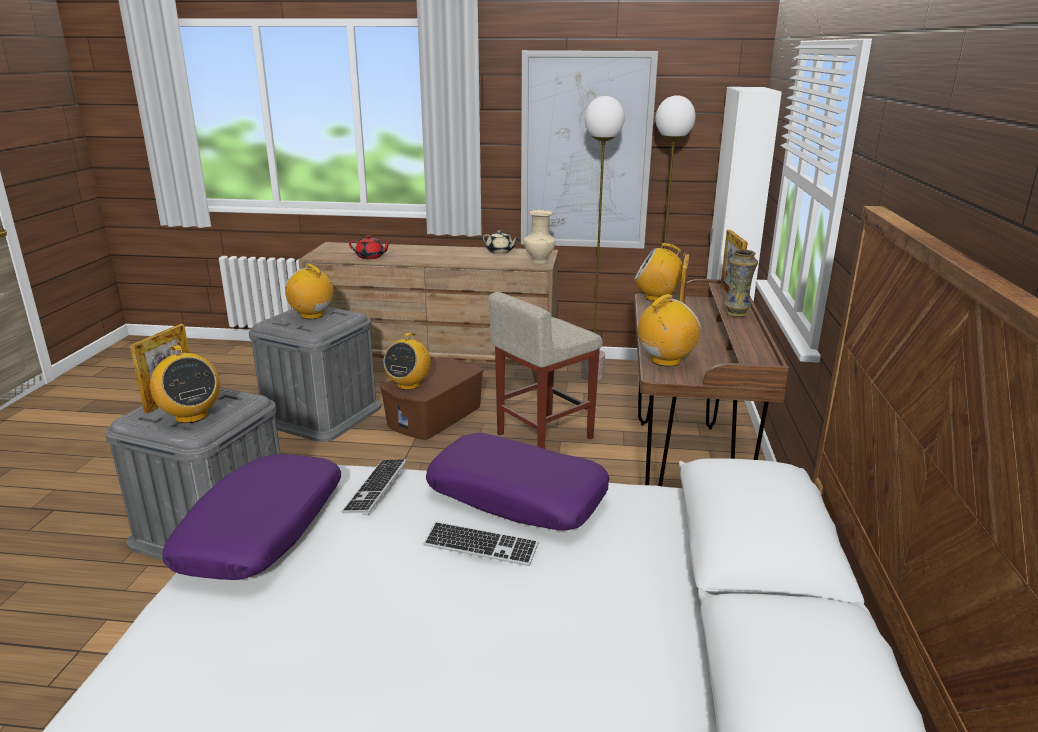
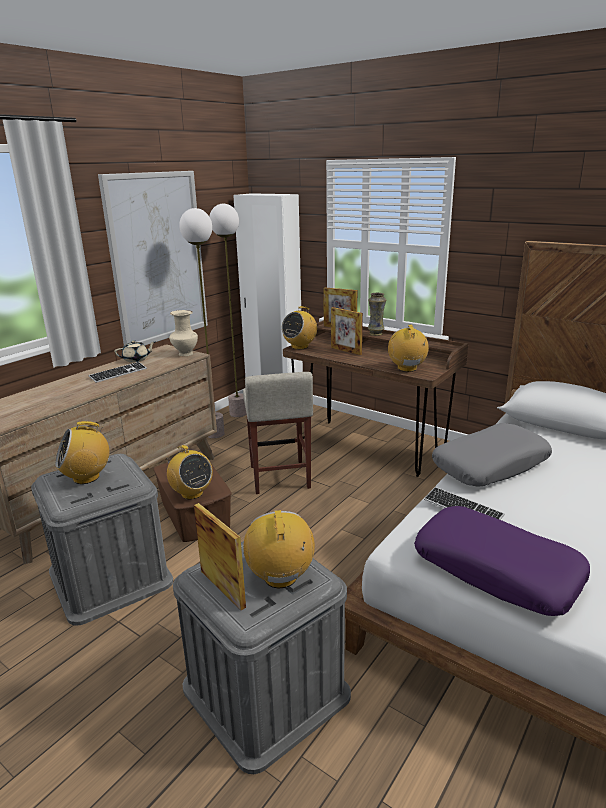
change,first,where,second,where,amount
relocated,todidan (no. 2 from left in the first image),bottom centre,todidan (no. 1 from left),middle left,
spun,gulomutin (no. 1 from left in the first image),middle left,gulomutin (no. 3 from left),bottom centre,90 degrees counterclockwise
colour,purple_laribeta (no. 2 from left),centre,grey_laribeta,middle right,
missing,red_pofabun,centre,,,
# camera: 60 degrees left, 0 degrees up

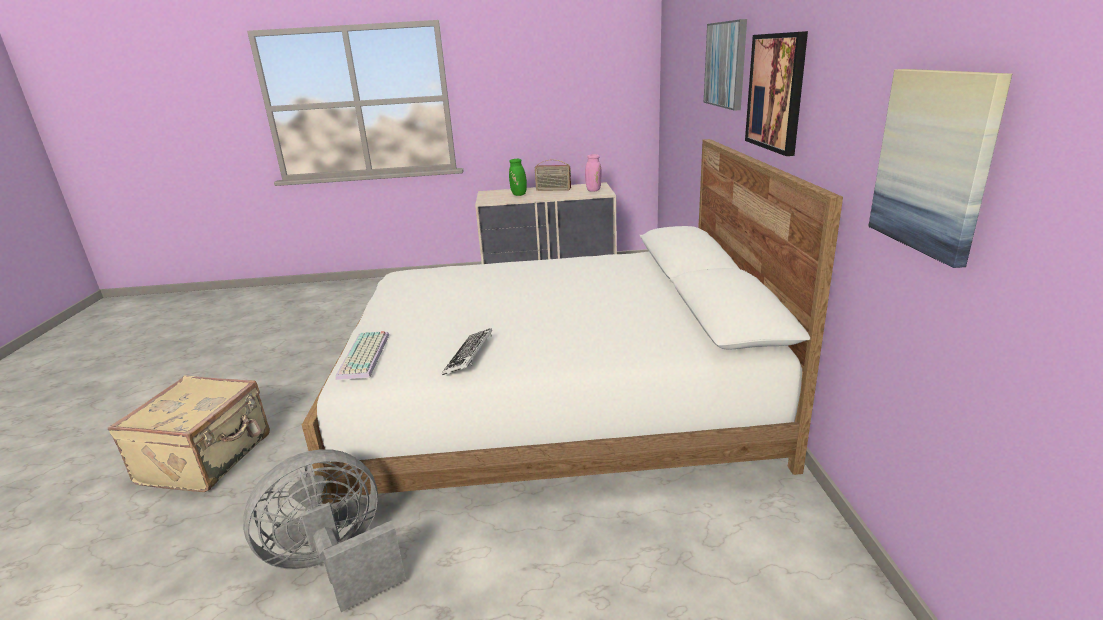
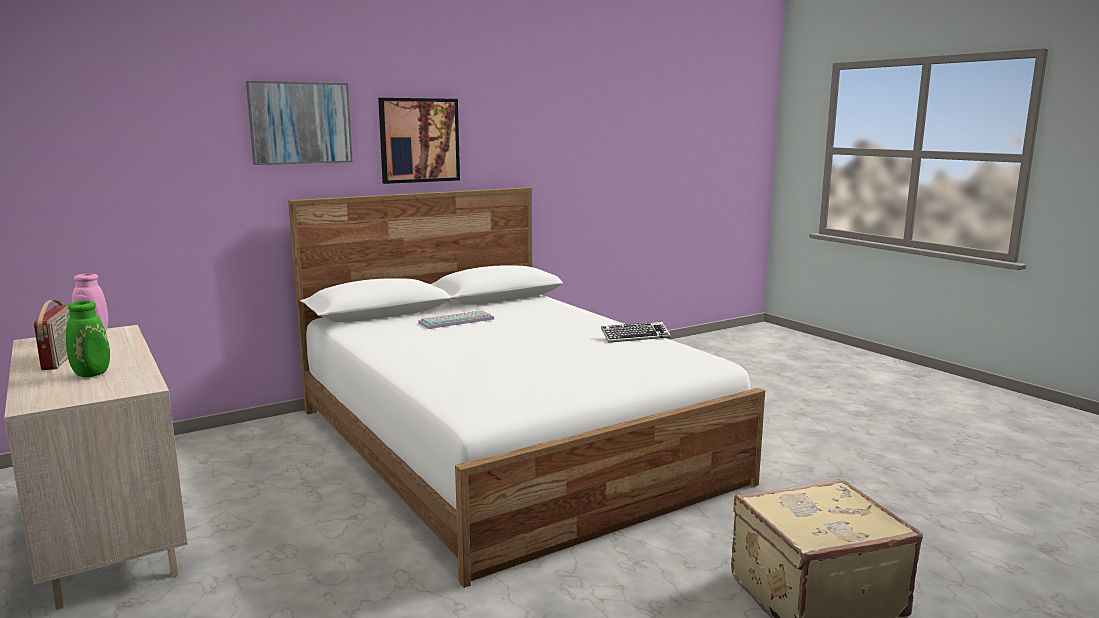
change,first,where,second,where,amount
relocated,todidan (no. 1 from left),middle left,,centre,
missing,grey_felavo,bottom left,,,
missing,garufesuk (no. 3 from left),top right,,,
# camera: 120 degrees left, 10 degrees down

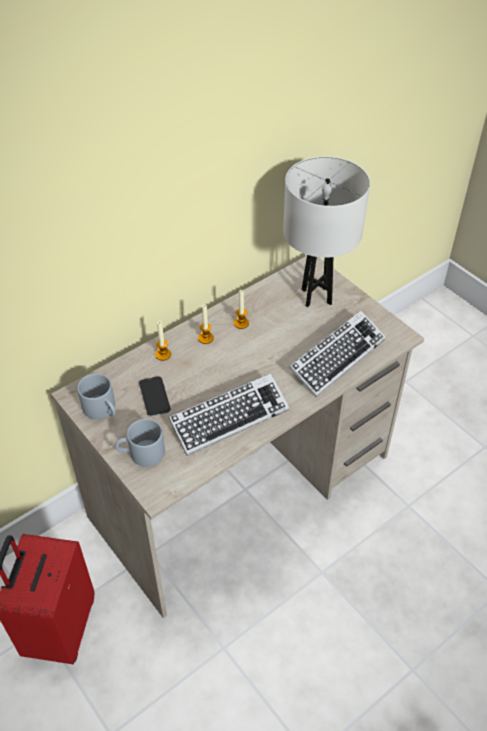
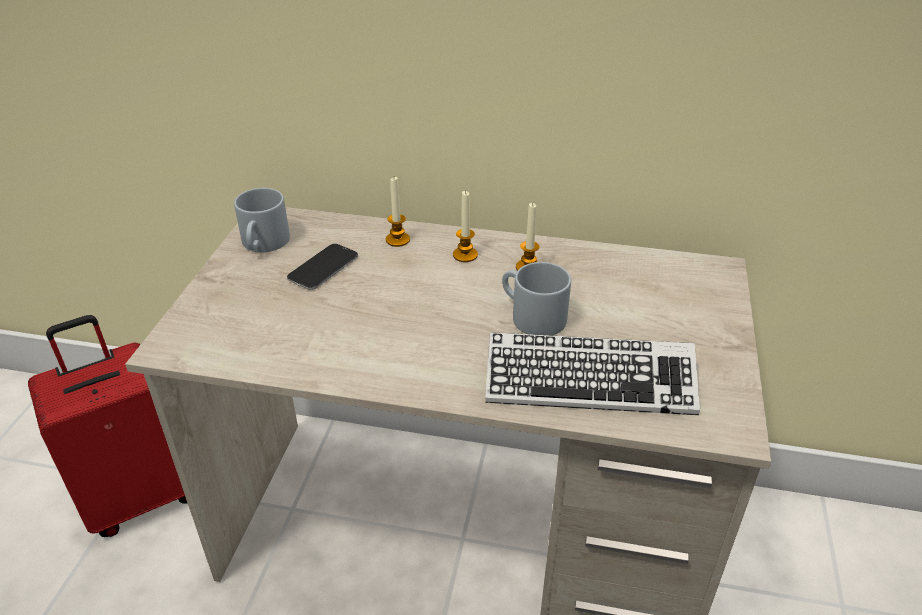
change,first,where,second,where,amount
relocated,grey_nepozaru (no. 2 from left),middle left,,centre,
missing,todidan (no. 1 from left),centre,,,
missing,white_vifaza,top right,,,
# camera: 50 degrees right, 10 degrees down

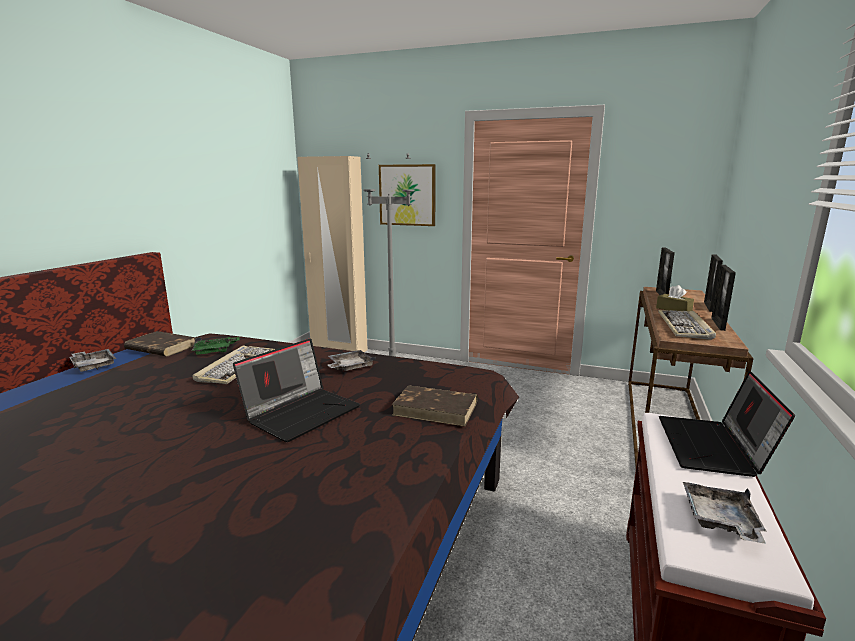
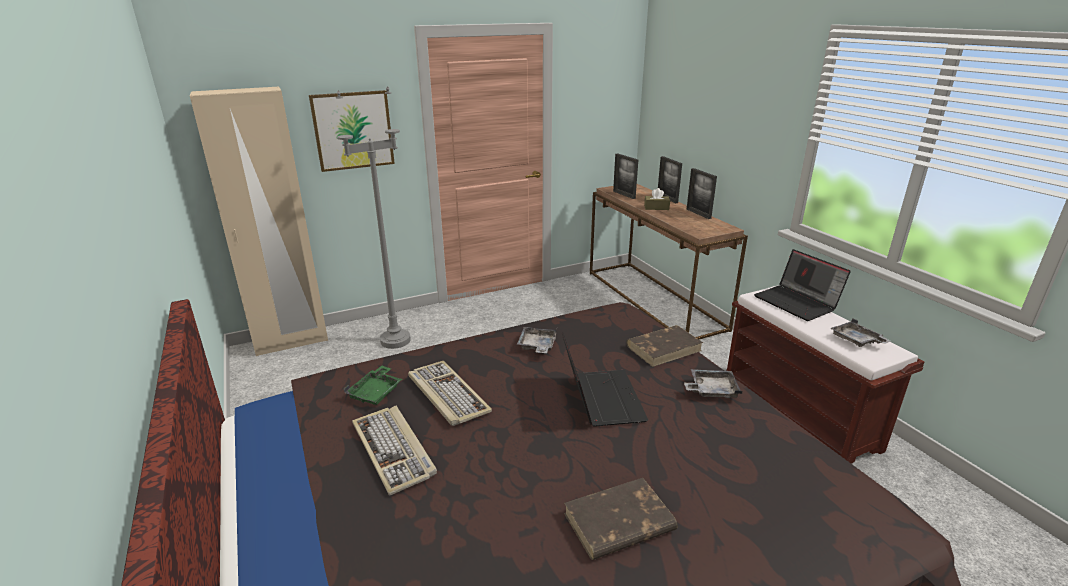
change,first,where,second,where,amount
relocated,todidan (no. 2 from left in the first image),middle right,todidan (no. 1 from left),bottom centre,
relocated,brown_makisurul (no. 1 from left),middle left,,bottom centre,
relocated,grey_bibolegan (no. 1 from left in the first image),middle left,grey_bibolegan (no. 2 from left),middle right,
# camera: 45 degrees left, 10 degrees up

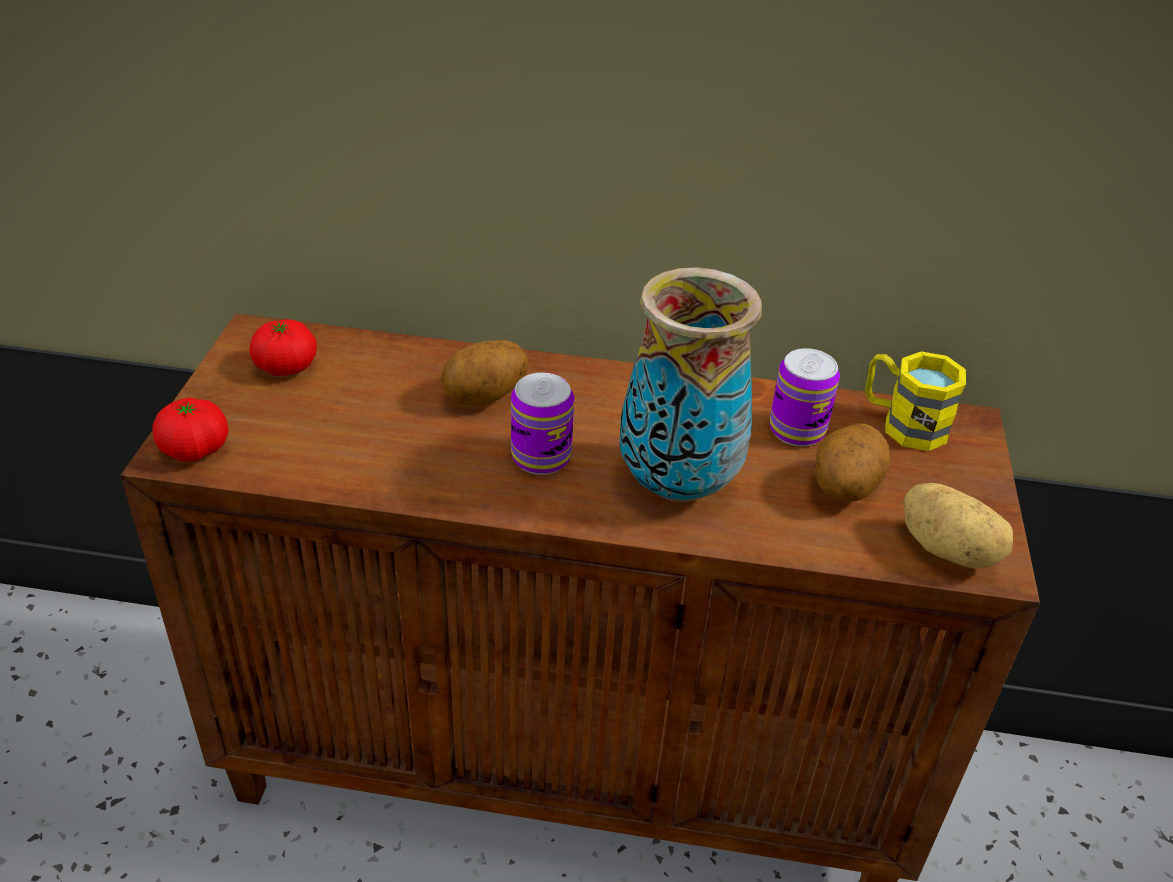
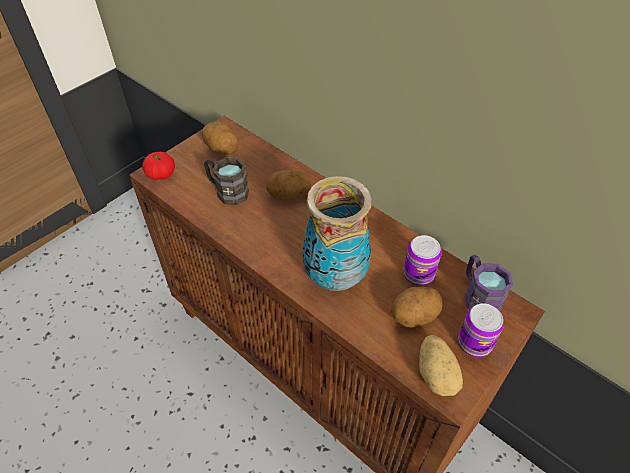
change,first,where,second,where,amount
exchanged,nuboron (no. 2 from left),middle left,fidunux (no. 1 from left),top centre,
appeared,,,brown_nepozaru,centre,
relocated,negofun (no. 1 from left in the first image),centre,negofun (no. 2 from left),bottom right,
colour,yellow_nepozaru,middle right,purple_nepozaru,middle right,
# camera: 35 degrees right, 10 degrees up

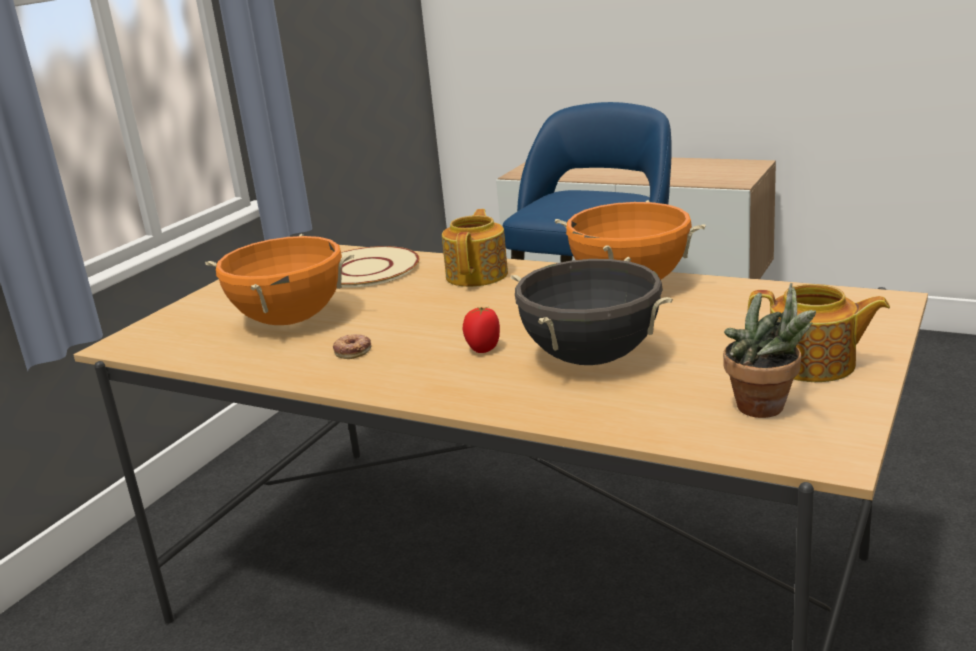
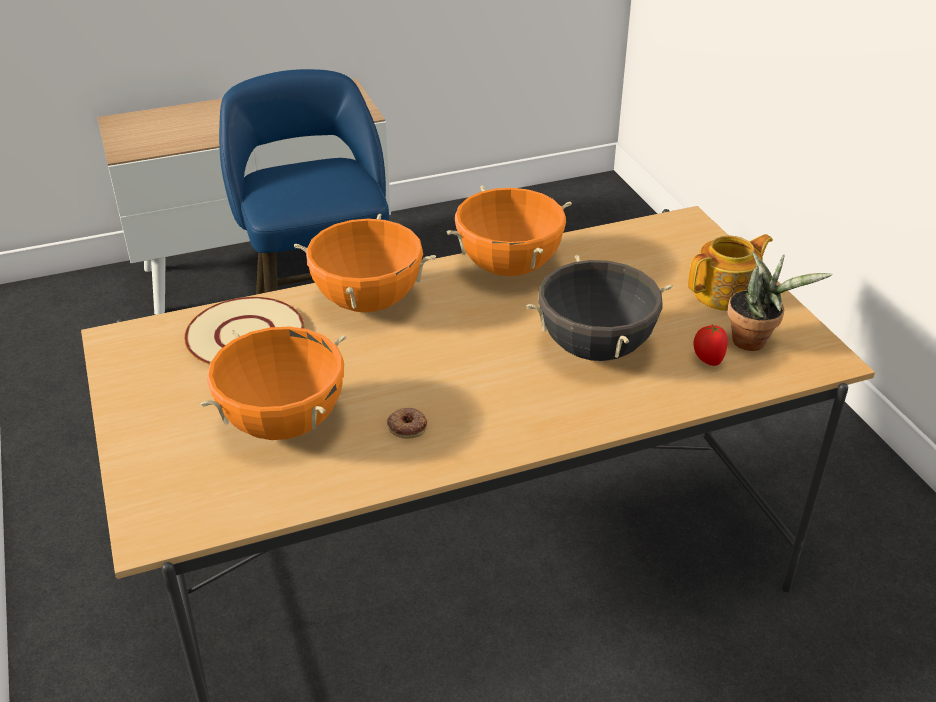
change,first,where,second,where,amount
exchanged,pofabun (no. 1 from left),centre,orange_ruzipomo (no. 2 from left),centre,
relocated,nuboron,centre,,middle right,
# camera: 50 degrees left, 15 degrees up

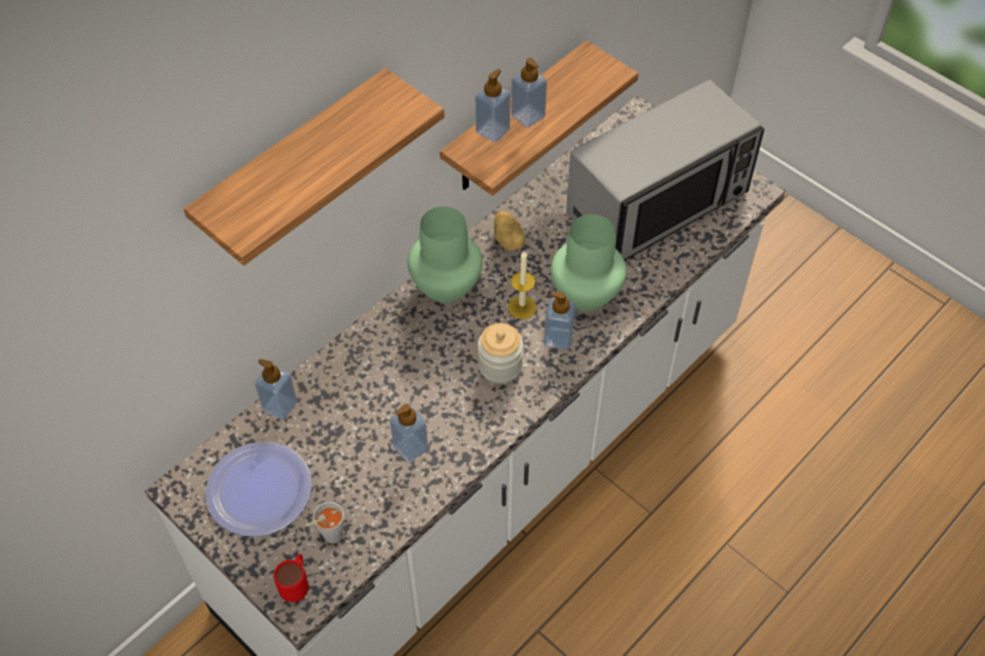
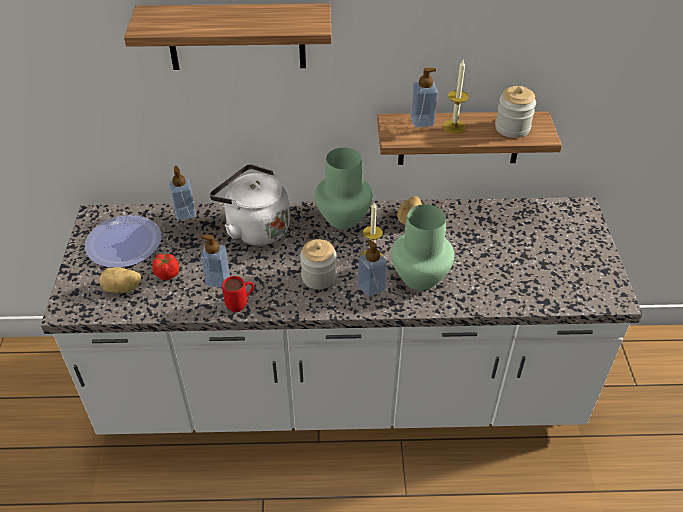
change,first,where,second,where,amount
exchanged,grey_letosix,bottom left,fidunux (no. 1 from left),middle left,
appeared,,,nuboron,middle left,
appeared,,,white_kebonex,centre,
relocated,red_nepozaru,bottom left,,centre,
exchanged,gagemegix (no. 4 from left),top centre,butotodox (no. 2 from left),top right,
appeared,,,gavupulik (no. 2 from left),top right,
missing,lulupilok,top right,,,
# camera: 45 degrees right, 10 degrees down

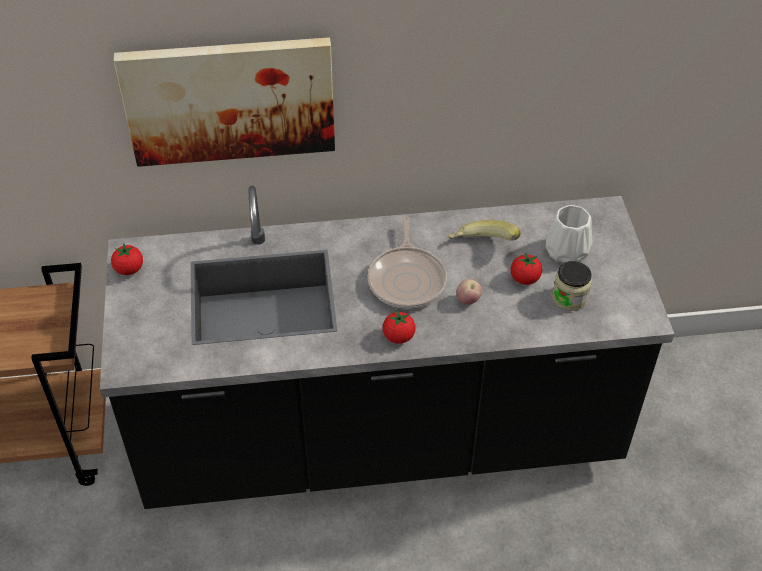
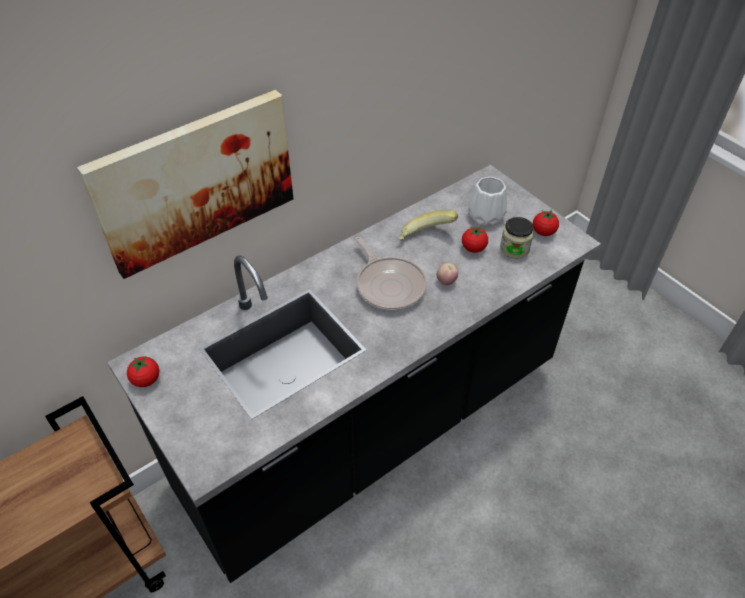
change,first,where,second,where,amount
relocated,nuboron (no. 2 from left in the first image),centre,nuboron (no. 3 from left),middle right,
# camera: 30 degrees left, 0 degrees up

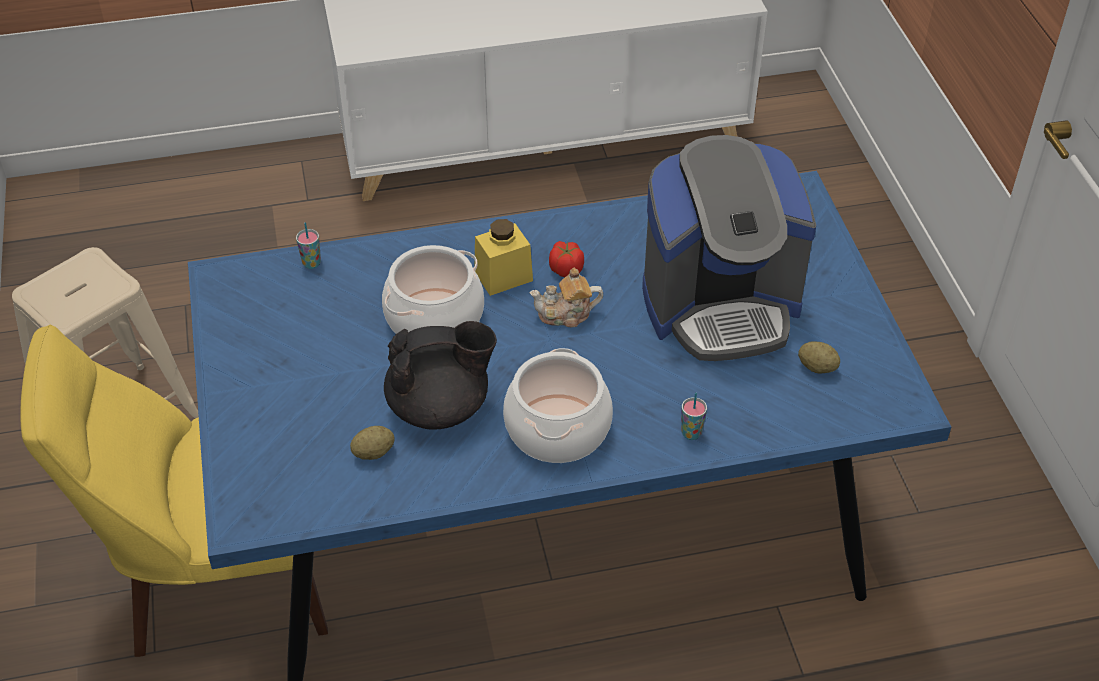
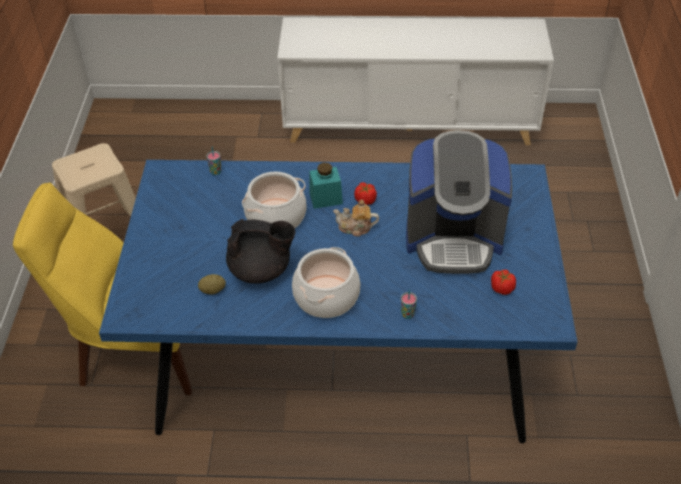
change,first,where,second,where,amount
colour,yellow_gavupulik,centre,turquoise_gavupulik,centre,
exchanged,fidunux (no. 2 from left),middle right,nuboron (no. 2 from left),middle right,
# camera: 15 degrees right, 0 degrees up

